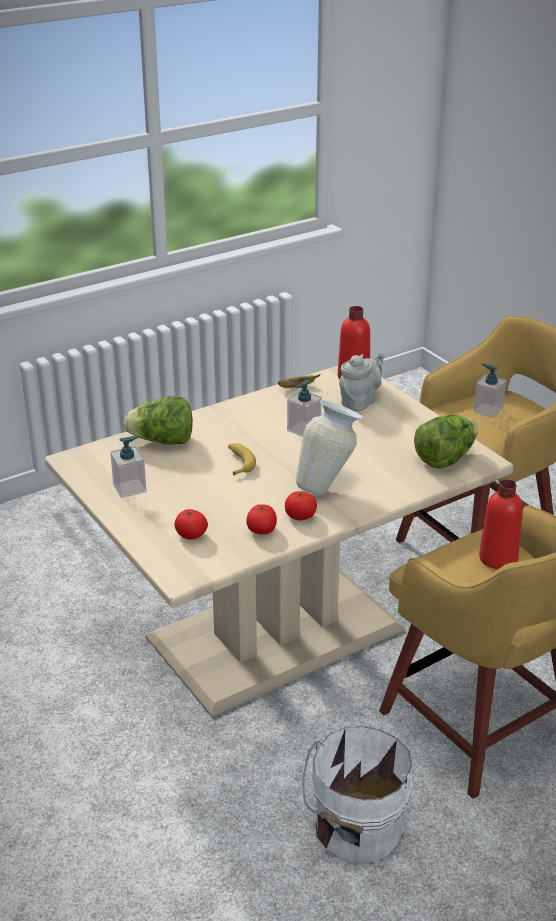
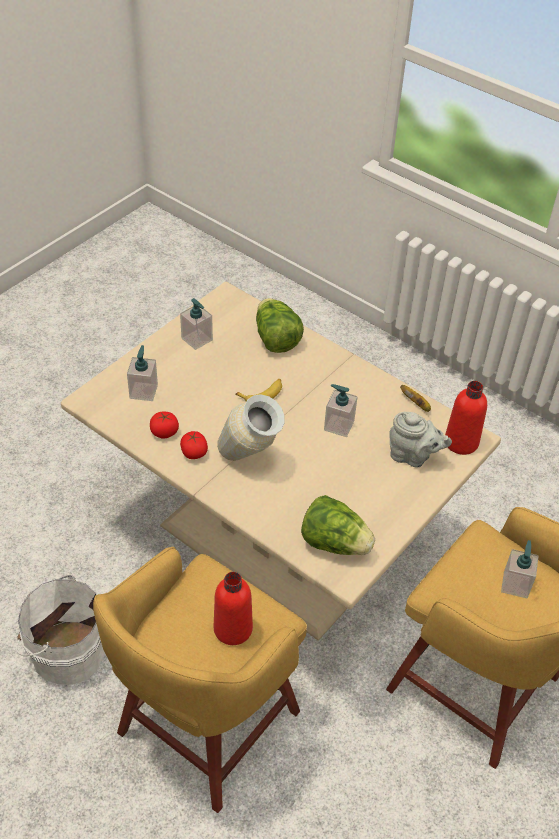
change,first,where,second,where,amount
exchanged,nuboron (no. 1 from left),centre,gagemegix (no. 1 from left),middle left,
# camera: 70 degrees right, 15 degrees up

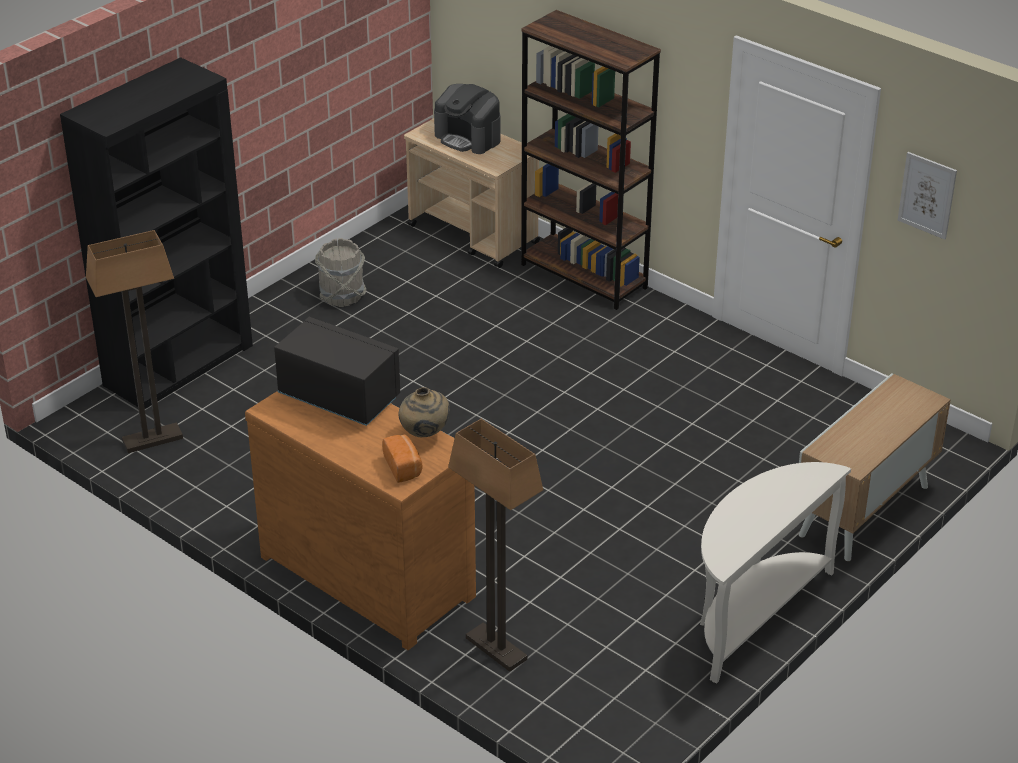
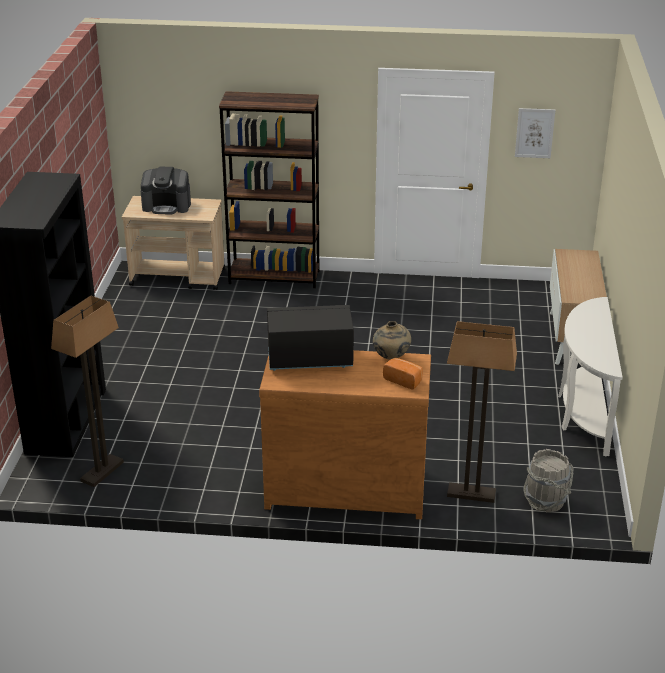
change,first,where,second,where,amount
relocated,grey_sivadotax,centre,,bottom right,
# camera: 35 degrees left, 5 degrees down

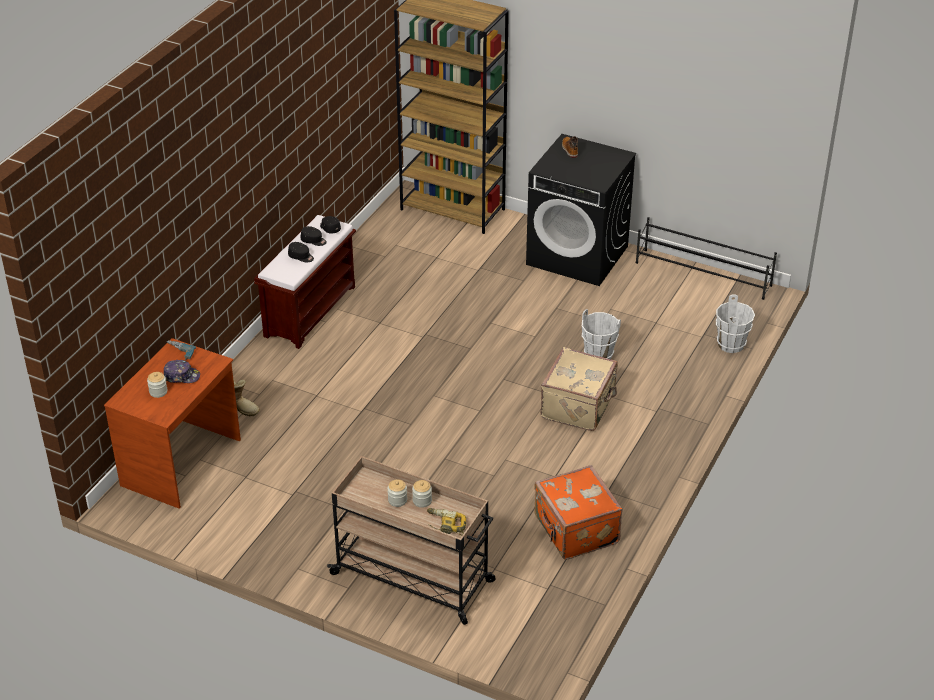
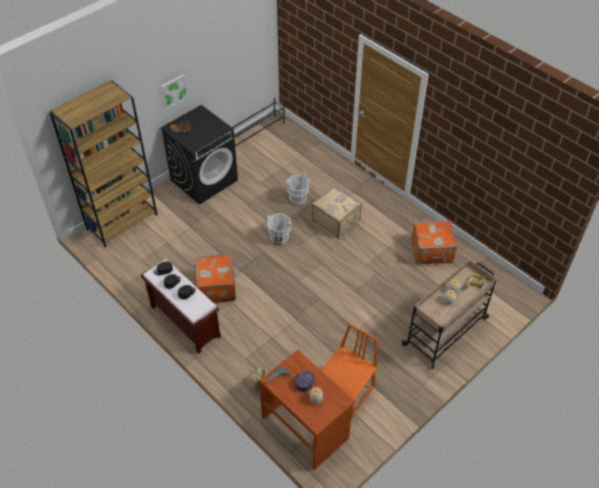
change,first,where,second,where,amount
appeared,,,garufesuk,top left,
appeared,,,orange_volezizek (no. 1 from left),centre,
relocated,white_sivadotax (no. 2 from left in the first image),middle right,white_sivadotax (no. 1 from left),centre,
appeared,,,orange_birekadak,bottom centre,
# camera: 70 degrees left, 10 degrees up

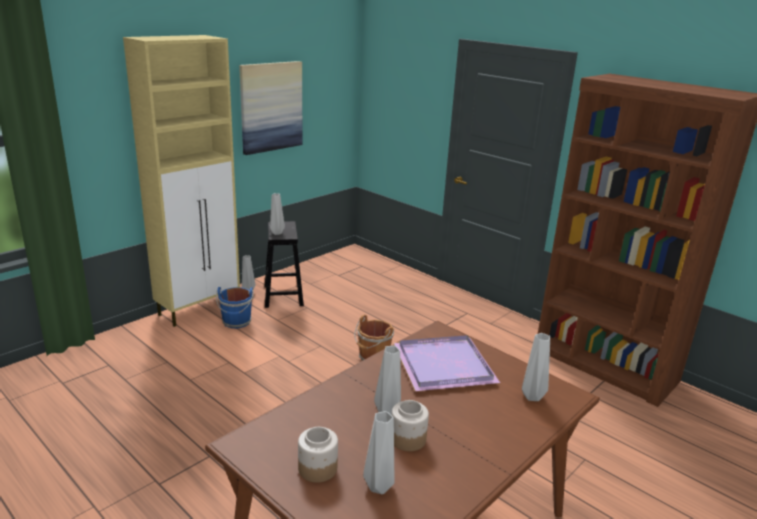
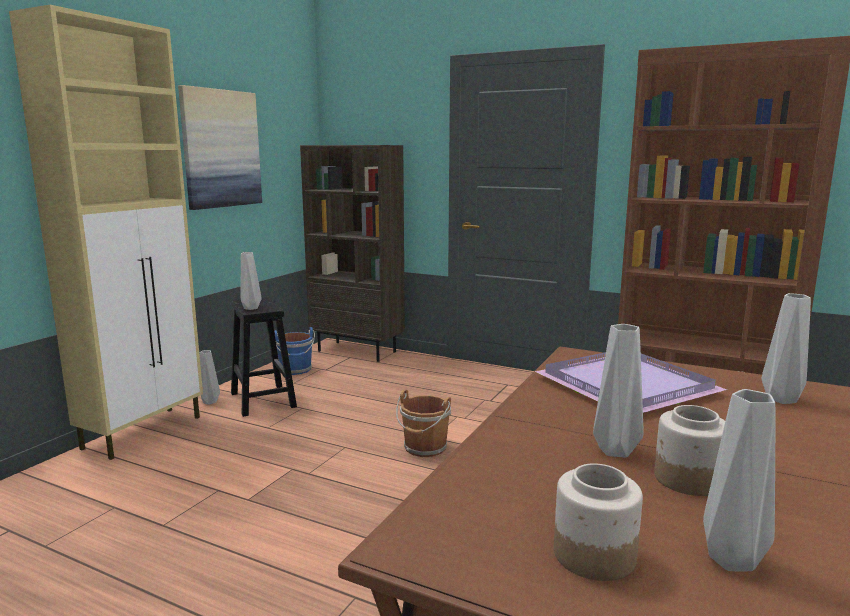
change,first,where,second,where,amount
relocated,blue_sivadotax,middle left,,centre,
appeared,,,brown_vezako (no. 1 from left),centre,
# camera: 15 degrees left, 10 degrees down

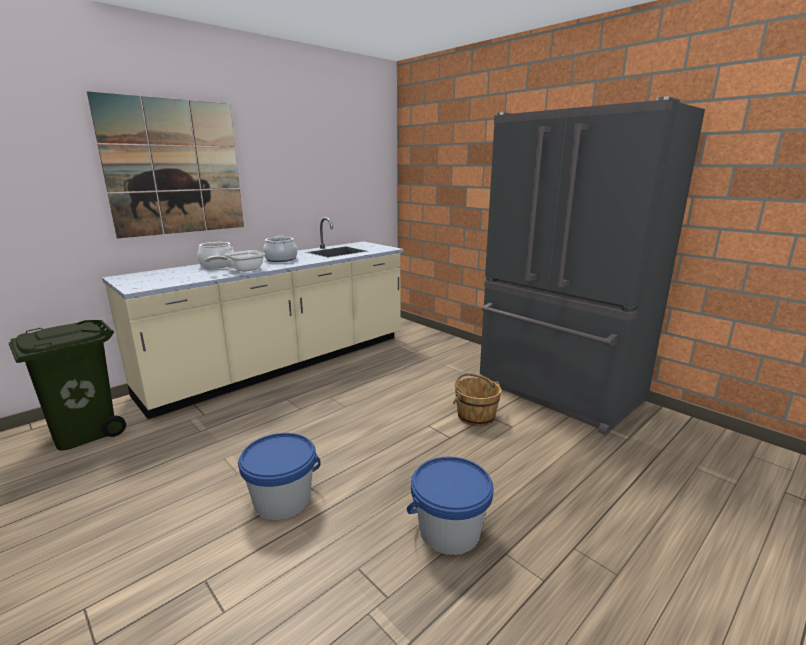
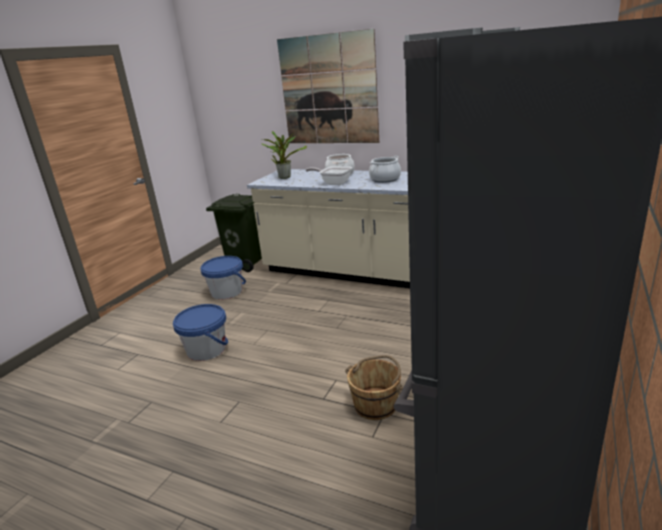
change,first,where,second,where,amount
relocated,blue_sivadotax (no. 2 from left),bottom centre,,centre,
appeared,,,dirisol,top centre,
# camera: 70 degrees right, 5 degrees up

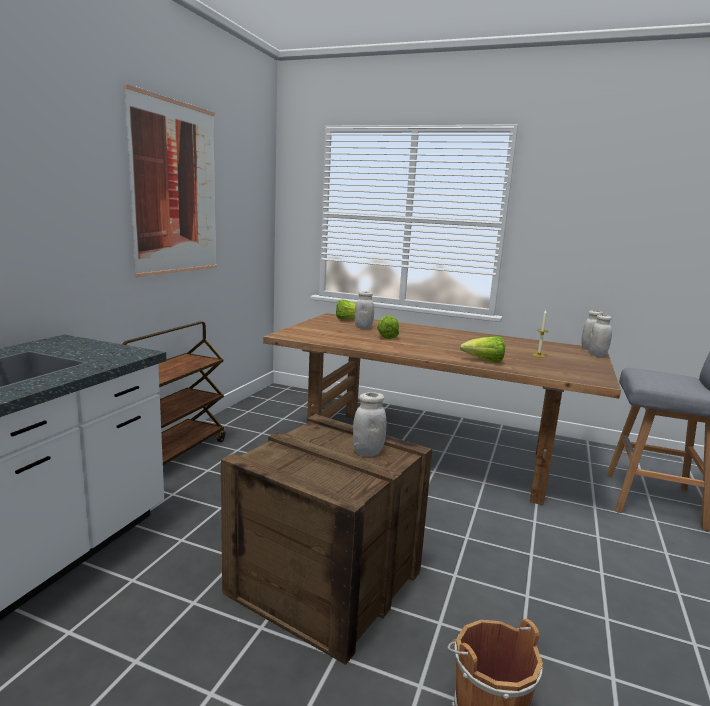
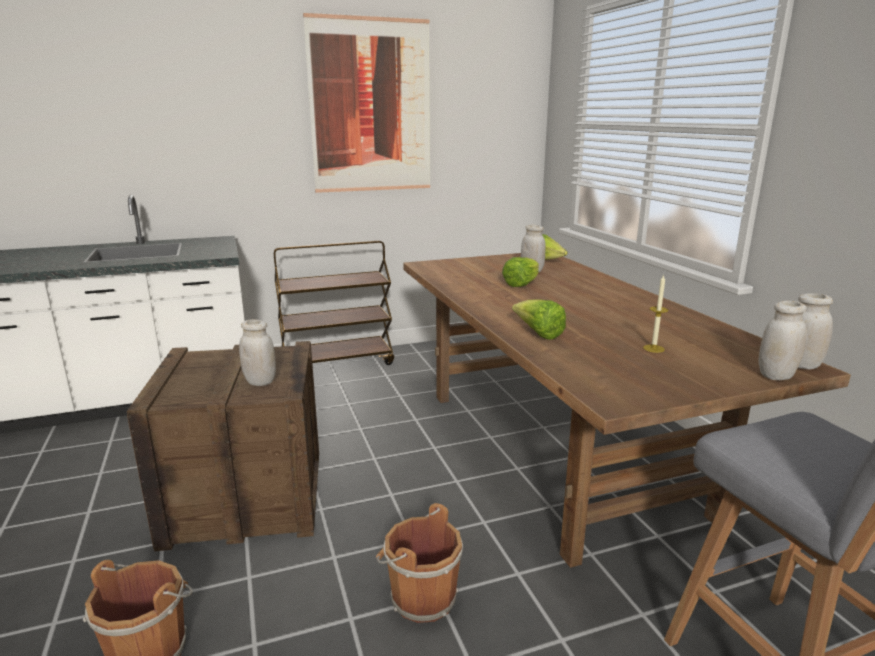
change,first,where,second,where,amount
appeared,,,brown_sivadotax (no. 2 from left),bottom centre,
# camera: 50 degrees right, 5 degrees up

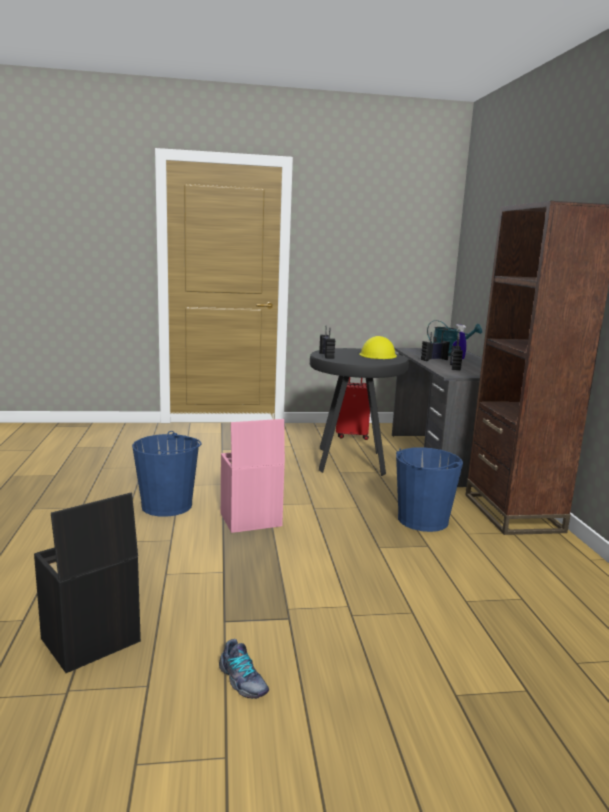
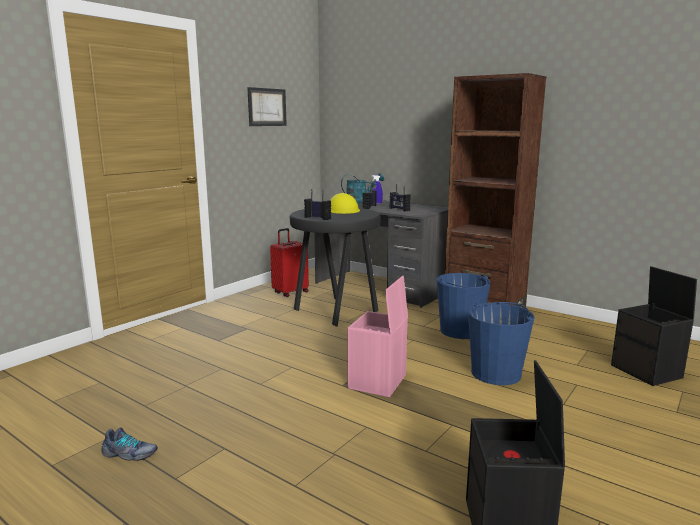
change,first,where,second,where,amount
relocated,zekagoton,bottom centre,,bottom left,
appeared,,,garufesuk,top centre,
relocated,blue_sivadotax (no. 1 from left in the first image),middle left,blue_sivadotax (no. 2 from left),middle right,
appeared,,,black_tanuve (no. 2 from left),middle right,
# camera: 45 degrees left, 0 degrees up

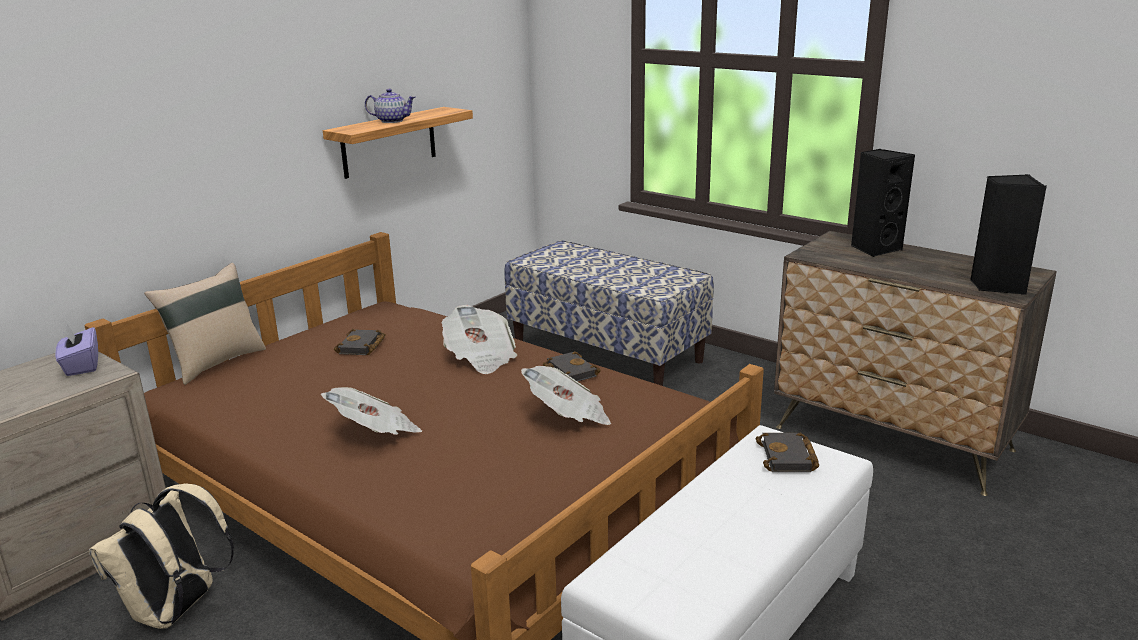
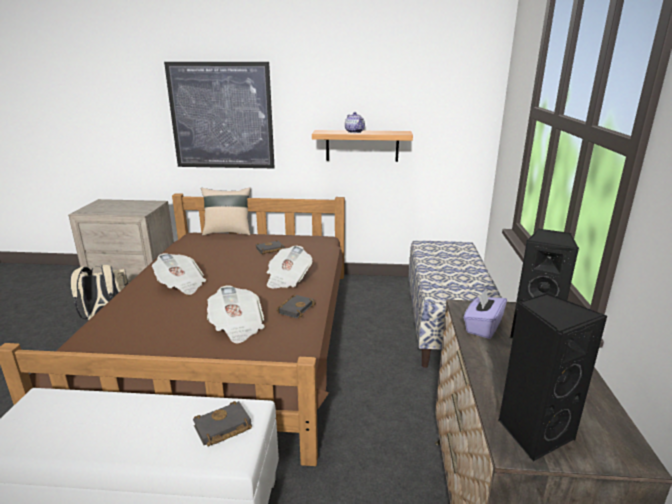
change,first,where,second,where,amount
appeared,,,garufesuk,top left,
relocated,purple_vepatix,middle left,,middle right,
# camera: 55 degrees right, 0 degrees up

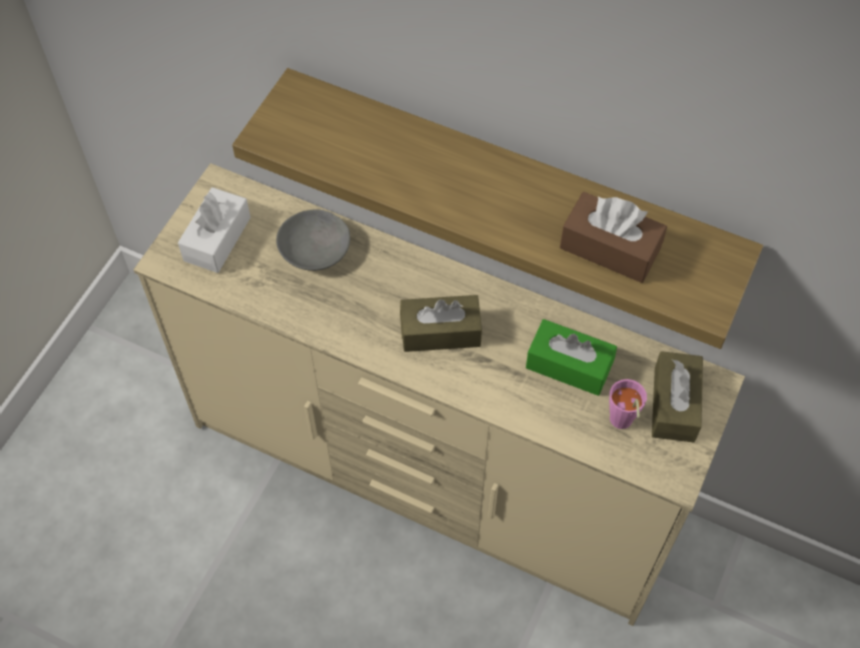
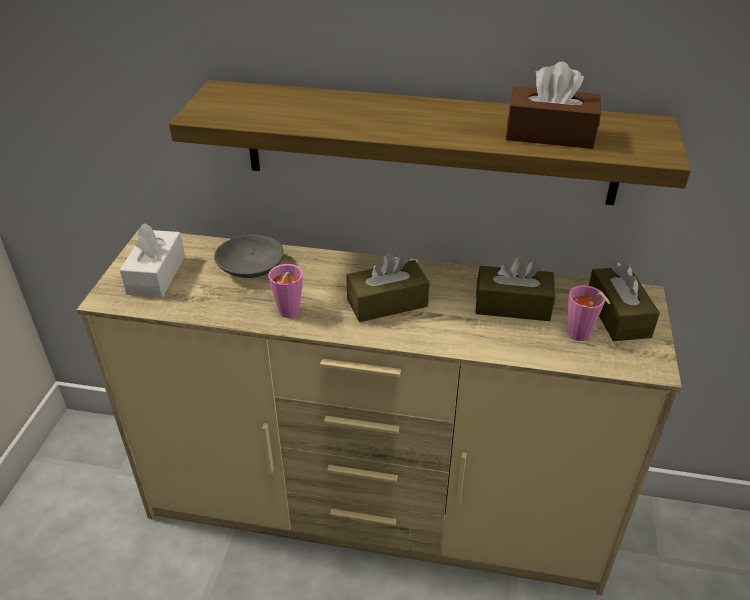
change,first,where,second,where,amount
appeared,,,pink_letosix (no. 1 from left),centre,
colour,green_vepatix,centre,brown_vepatix (no. 2 from left),middle right,
# camera: 15 degrees left, 20 degrees down

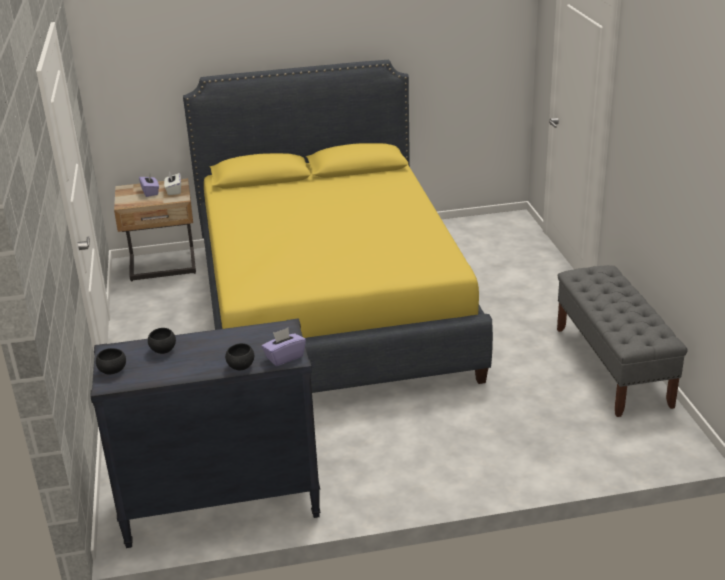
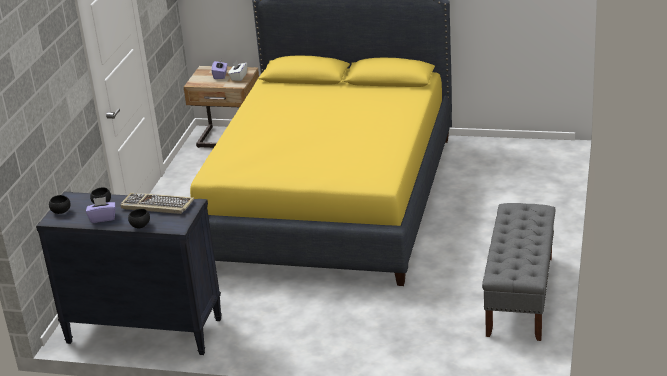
change,first,where,second,where,amount
relocated,purple_vepatix (no. 2 from left in the first image),centre,purple_vepatix (no. 1 from left),middle left,
appeared,,,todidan,middle left,
# camera: 25 degrees right, 0 degrees up

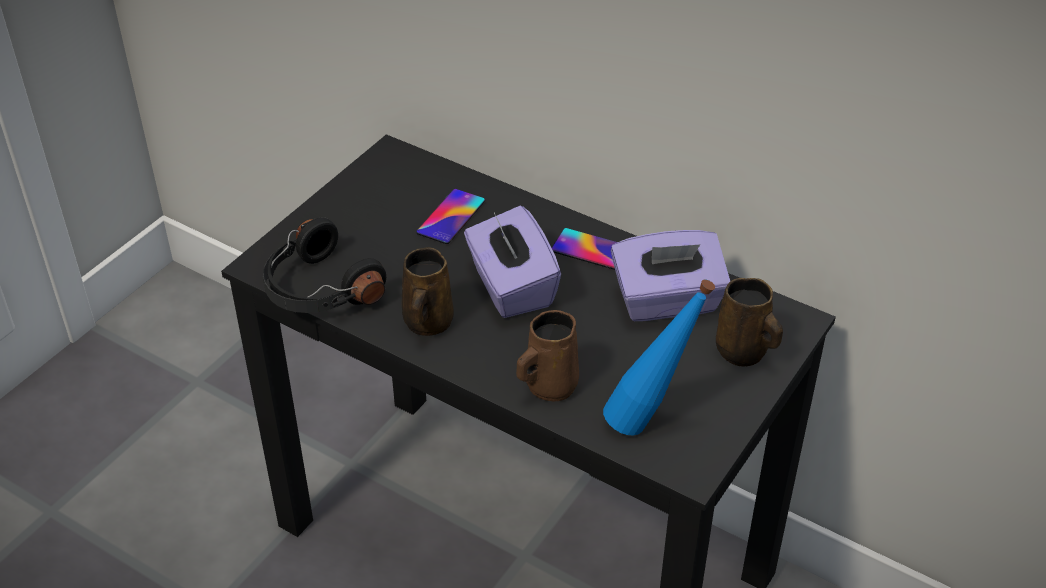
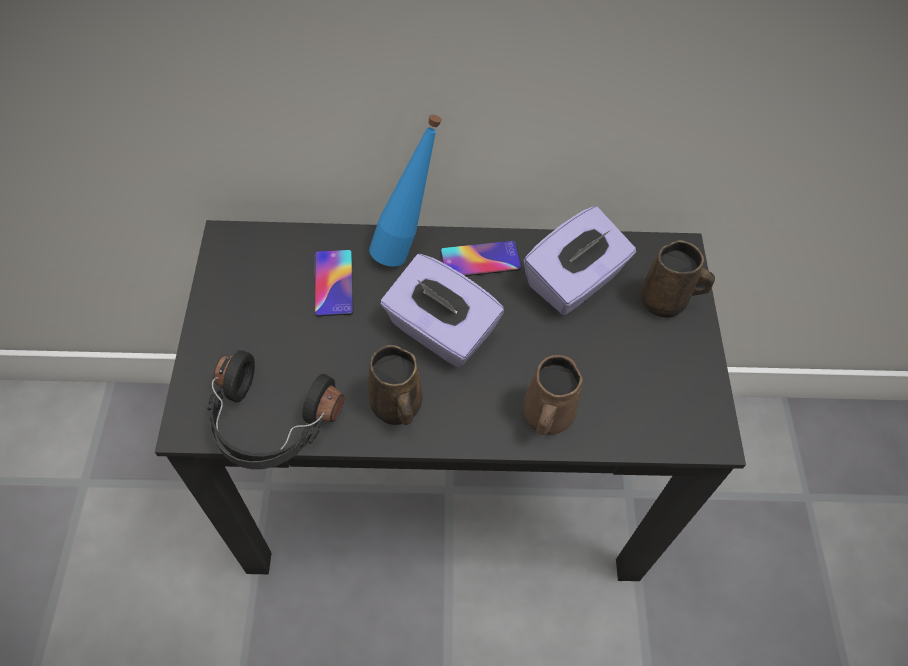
change,first,where,second,where,amount
relocated,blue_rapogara,centre,,top centre,
# camera: 35 degrees left, 15 degrees up

